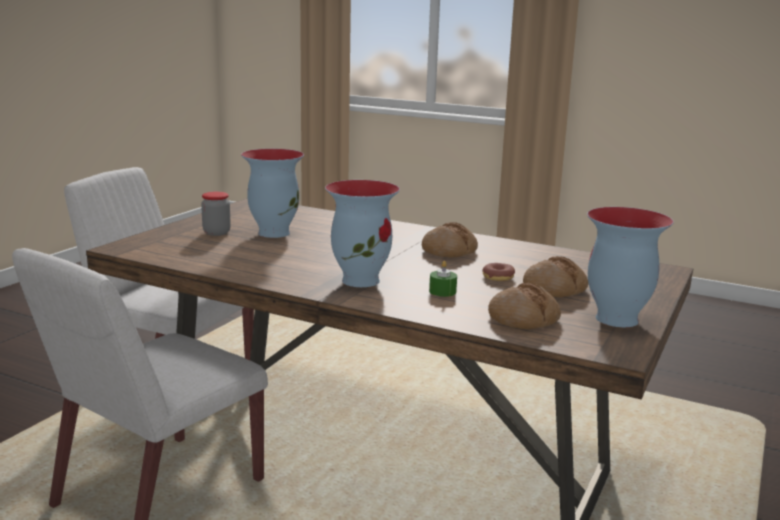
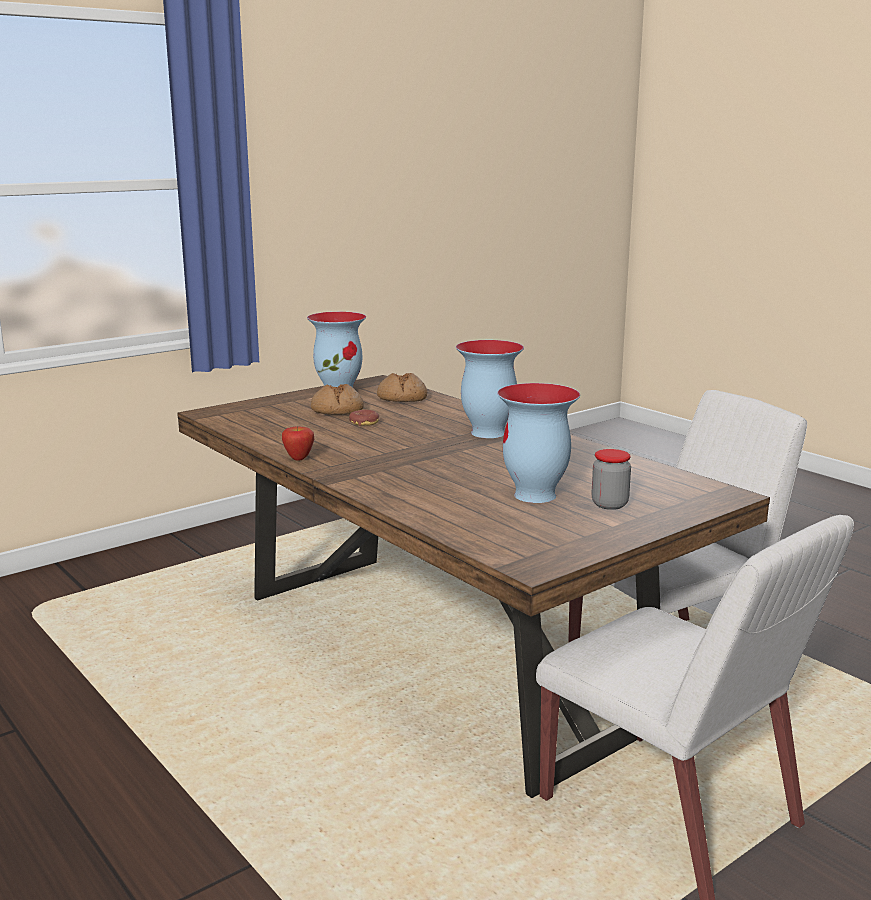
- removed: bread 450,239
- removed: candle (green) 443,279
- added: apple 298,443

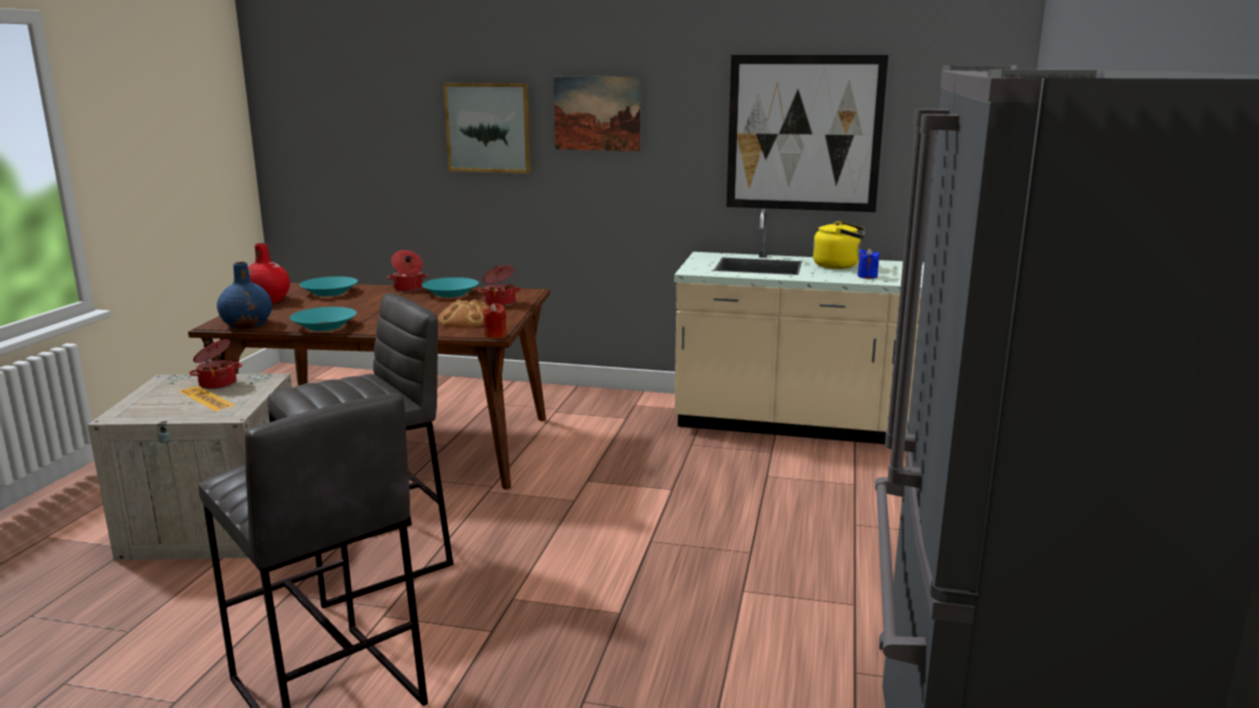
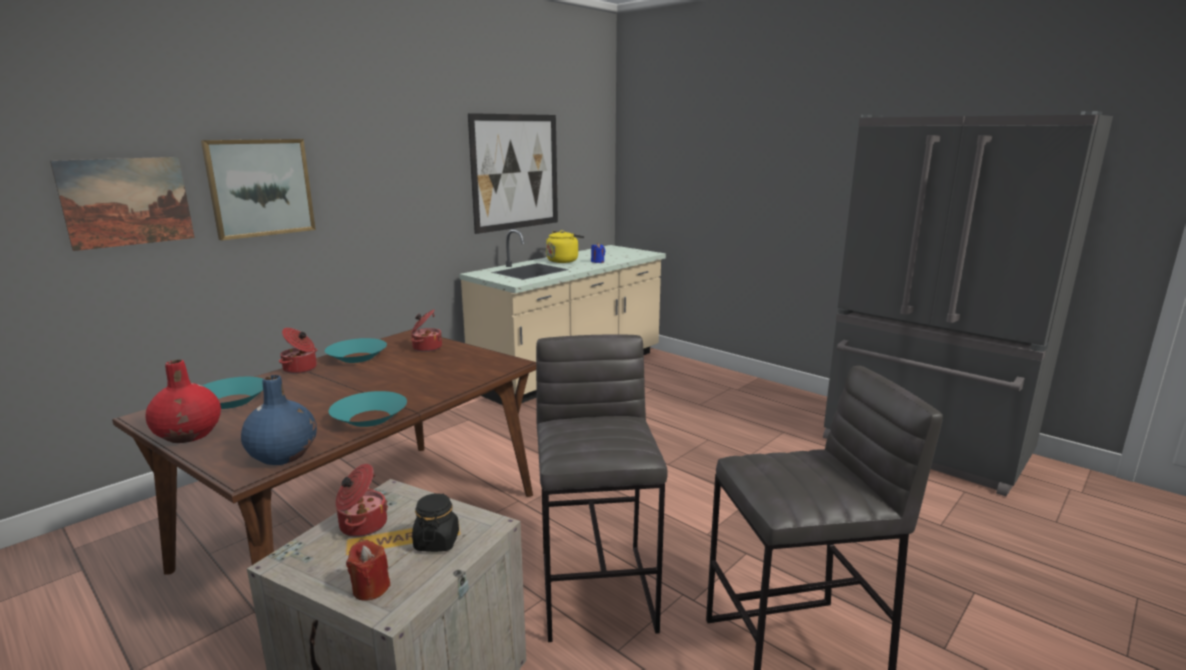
- removed: bread 463,313
- moved: candle (red) 495,320 to 368,570
- moved: picture 597,114 to 122,204
- added: jar (black) 435,522

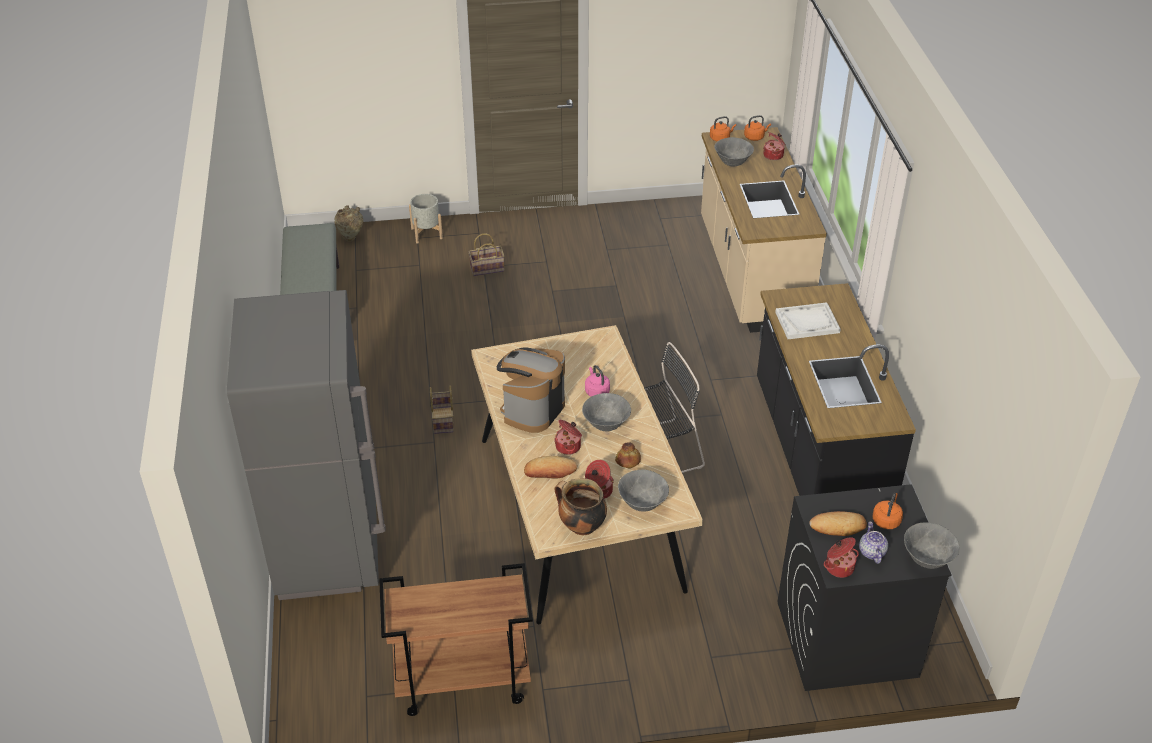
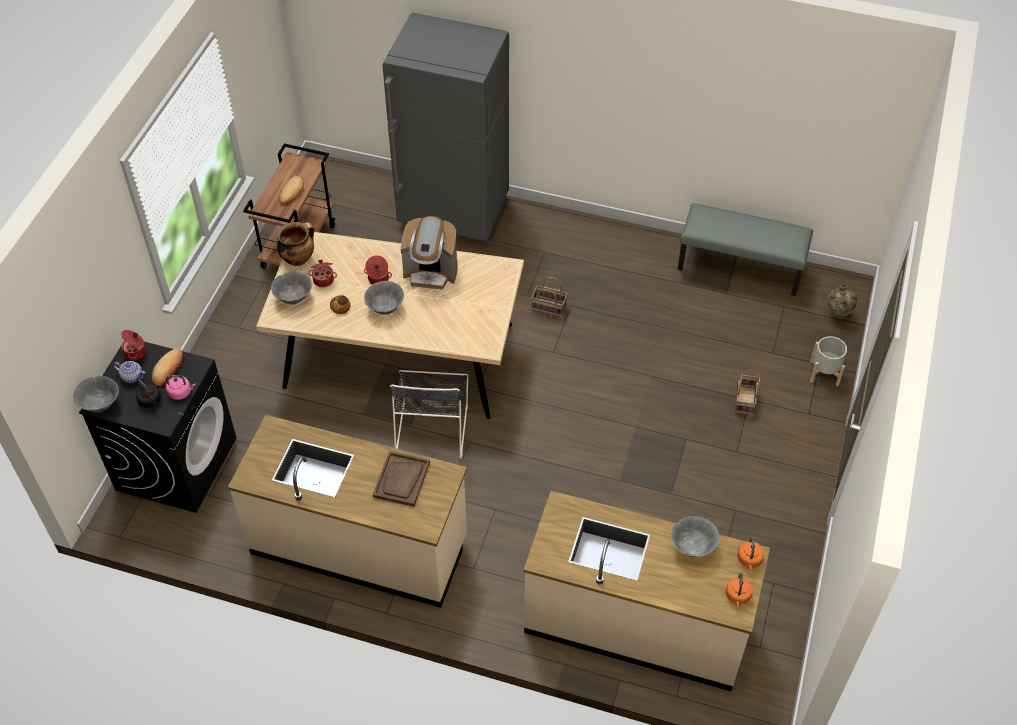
- turned: coffee machine 531,390 = 429,253 135 degrees clockwise
- moved: bread 551,467 to 291,189
- moved: kettle (pink) 597,381 to 181,387
- recoloured: counter (black) 836,389 to counter (beige) 347,511
- removed: cooking pot 774,146
- recoloured: tray (white) 808,320 to tray (brown) 401,479
- recoloured: kettle (orange) 888,511 to kettle (black) 148,394

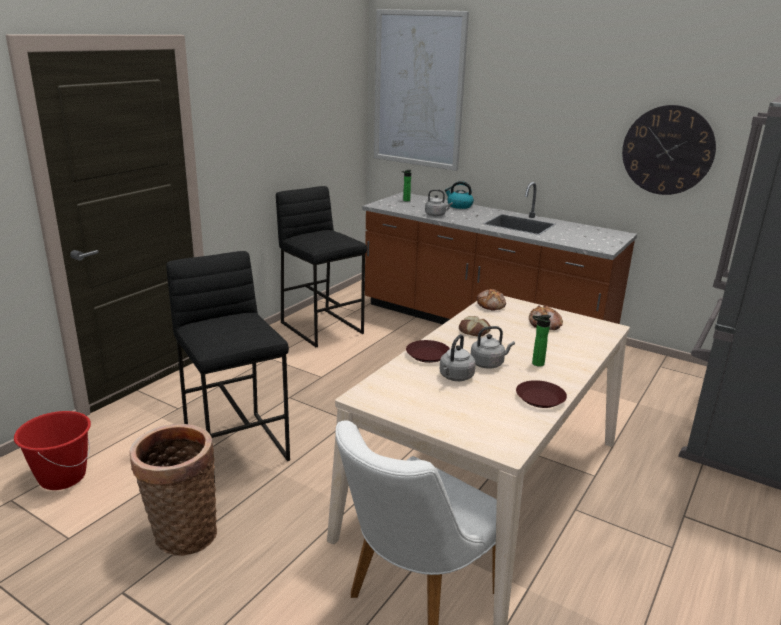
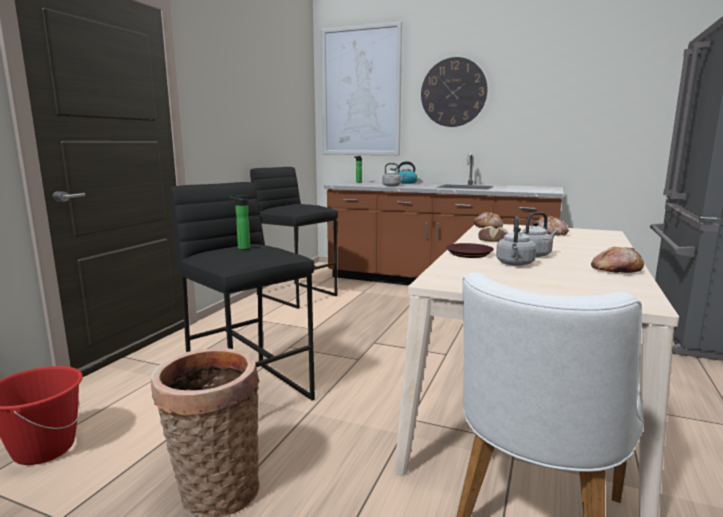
- replaced: plate (brown) 541,394 to bread 617,260
- moved: bottle 541,341 to 240,222
- moved: wall clock 669,150 to 454,92

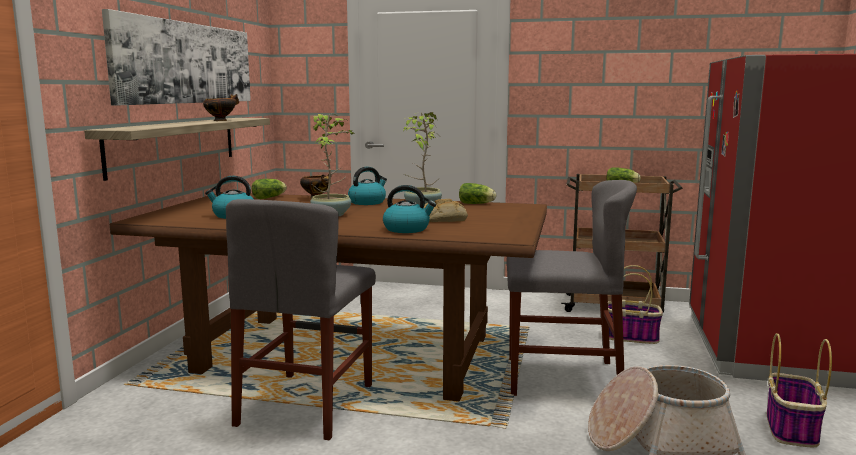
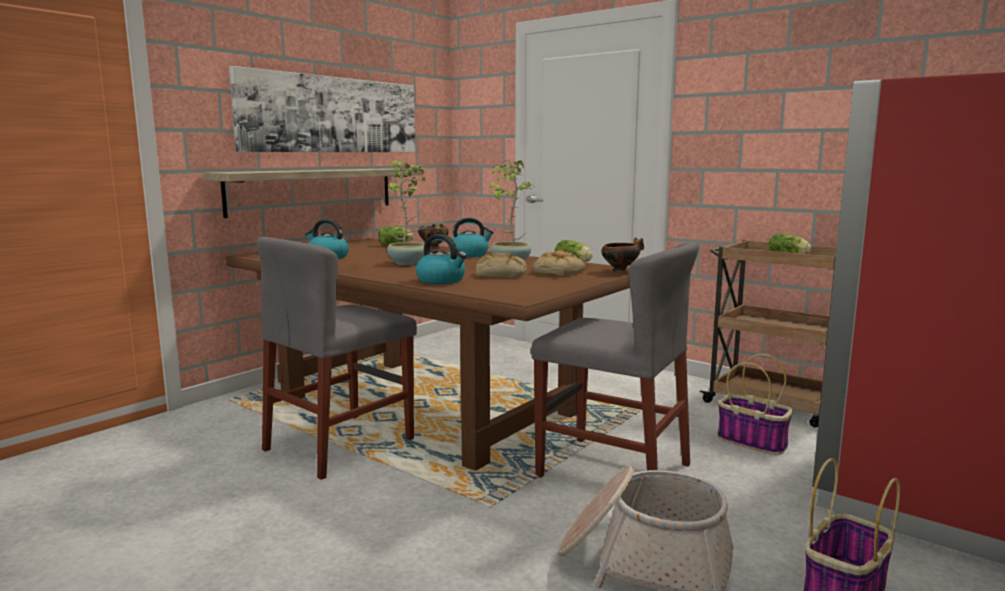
- moved: bowl 221,107 to 622,255
- added: bread 559,263

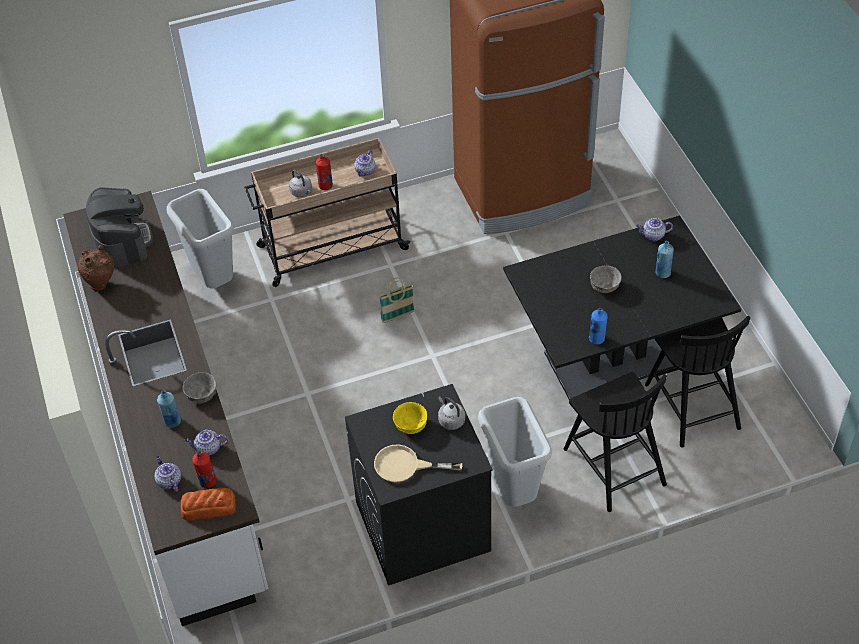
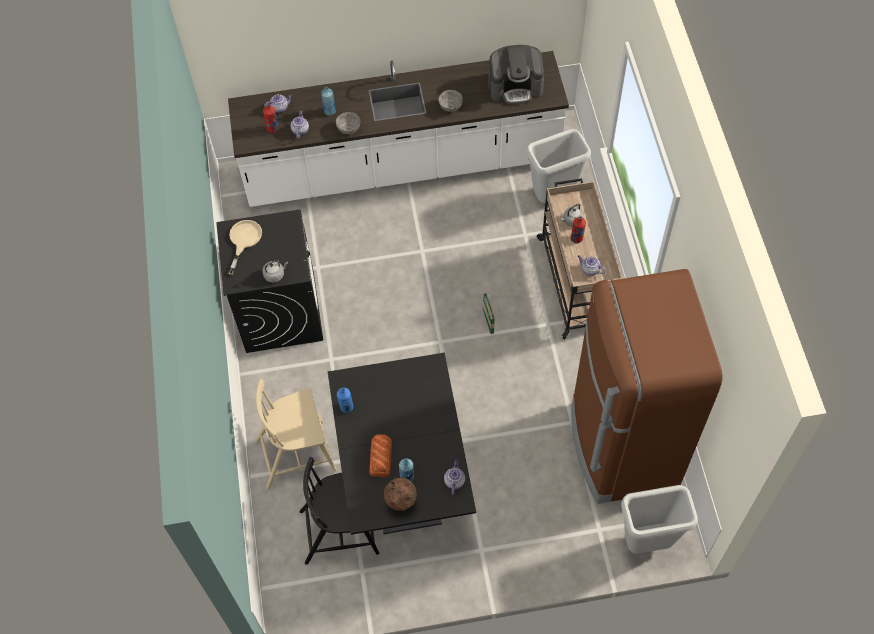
- moved: vase (brown) 95,268 to 400,494
- moved: bread 208,504 to 380,456
- removed: bowl (yellow) 410,418
- moved: trash can (grey) 515,452 to 659,519
- recoloured: chair (black) 615,442 to chair (beige) 296,434
- moved: bowl (grey) 606,279 to 450,101

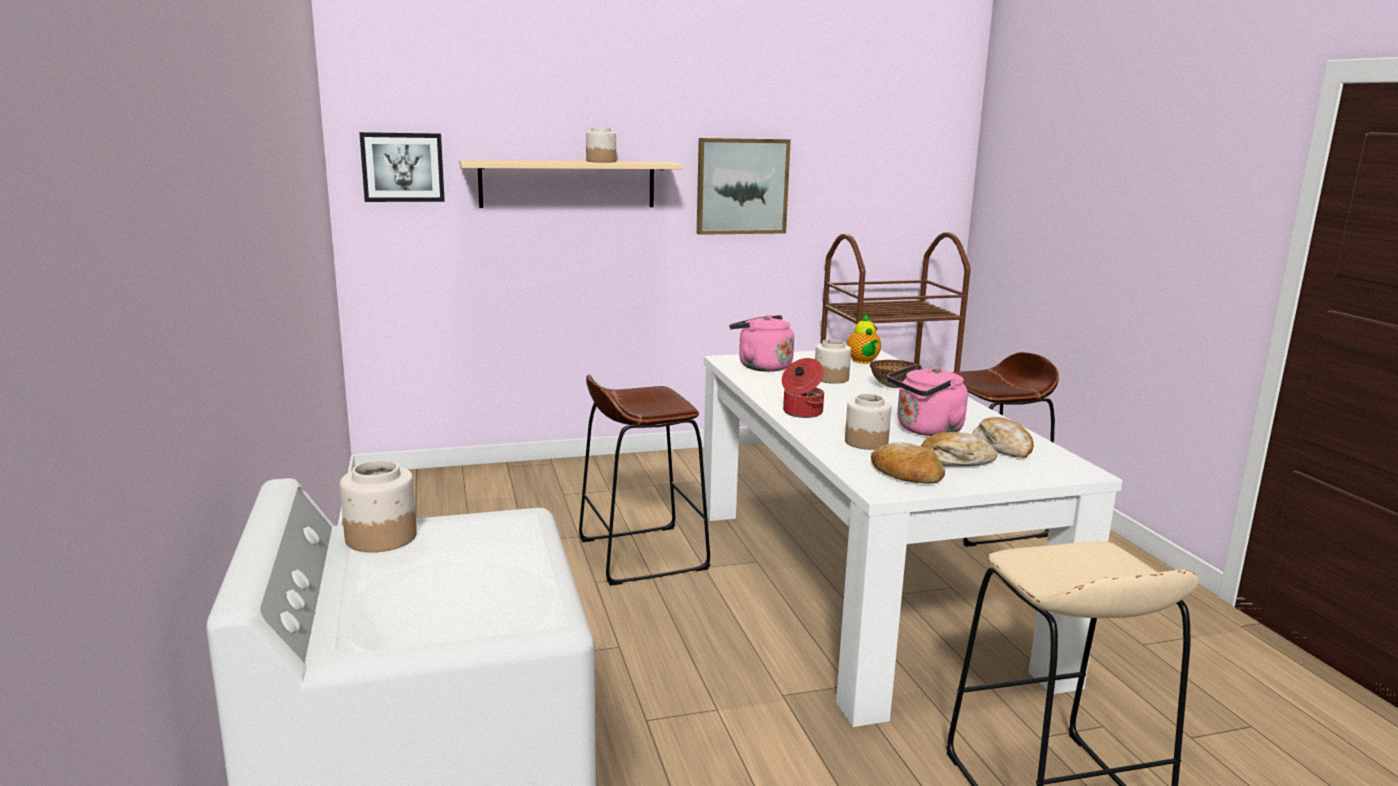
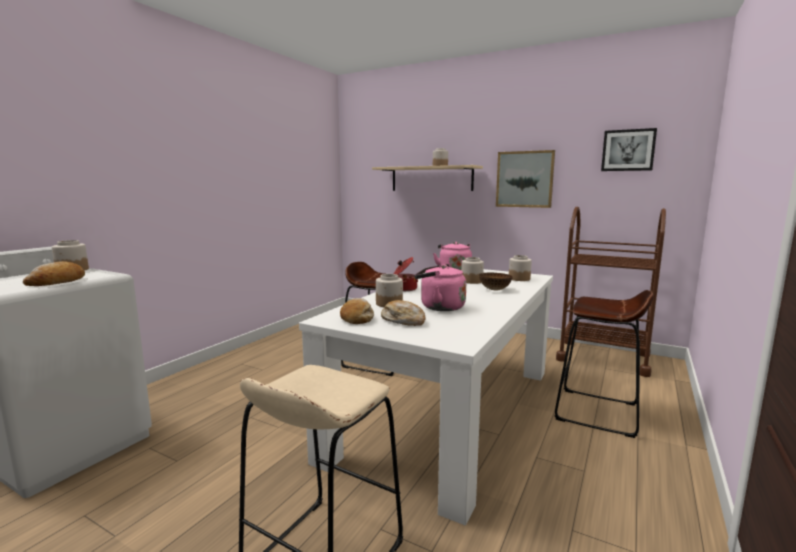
- moved: picture 402,167 to 629,149
- replaced: teapot 864,339 to jar 520,268
- moved: bread 1003,437 to 54,273

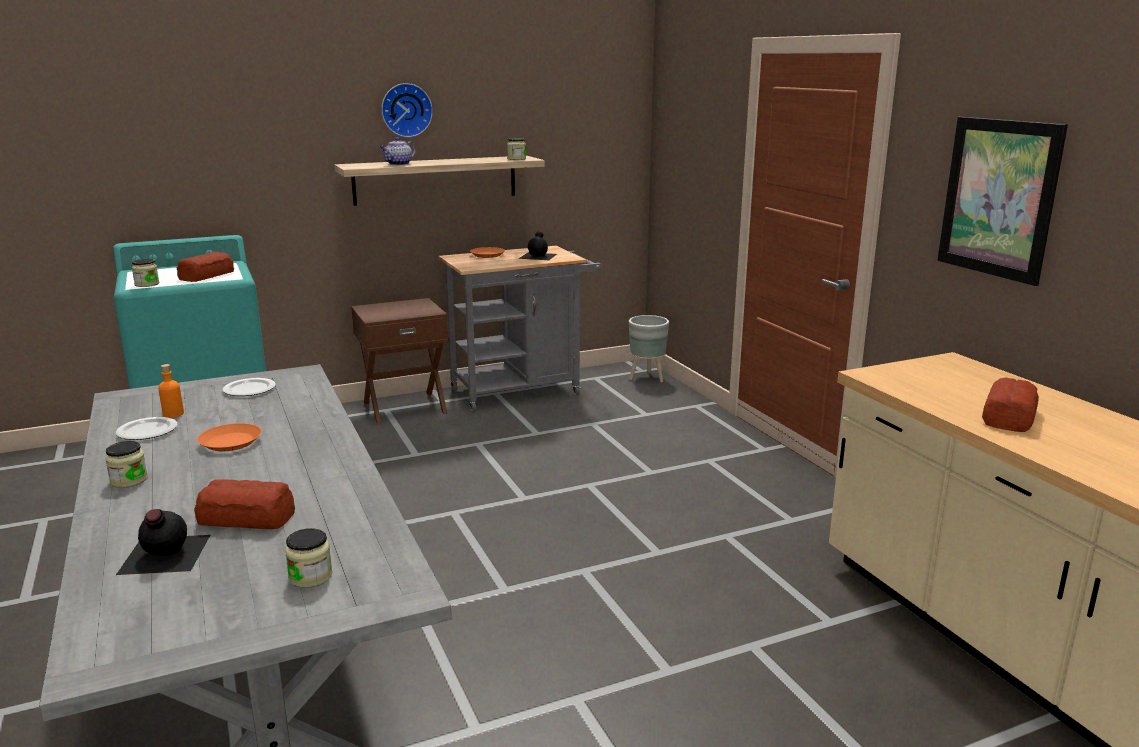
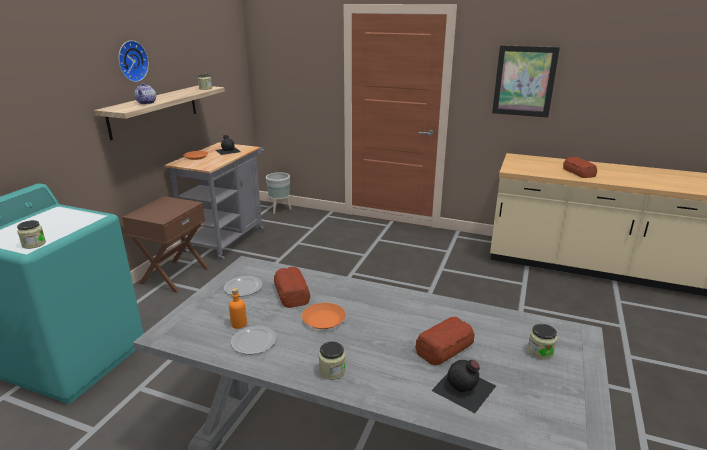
- moved: bread 205,267 to 292,287

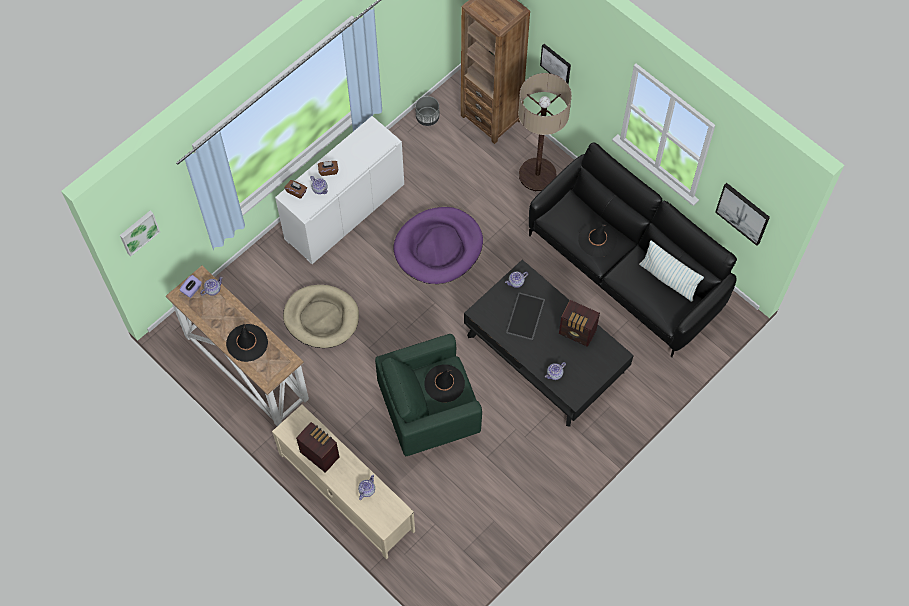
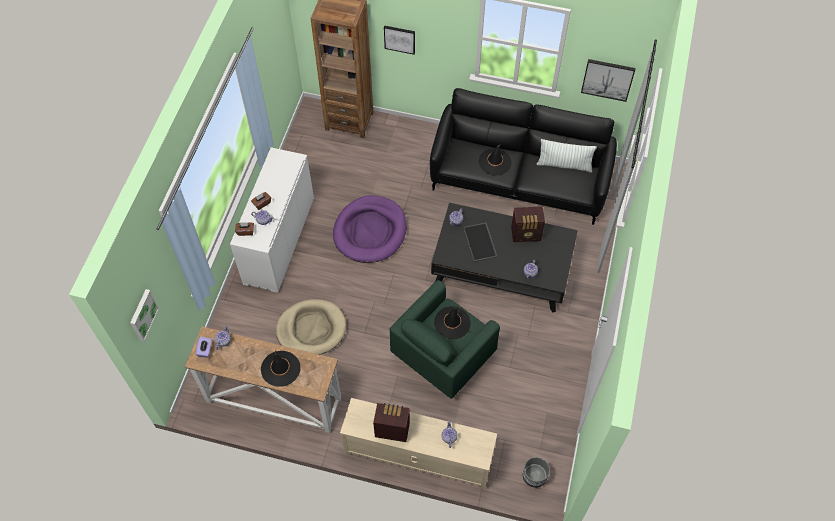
- moved: planter (grey) 427,111 to 536,472
- removed: floor lamp 545,132

